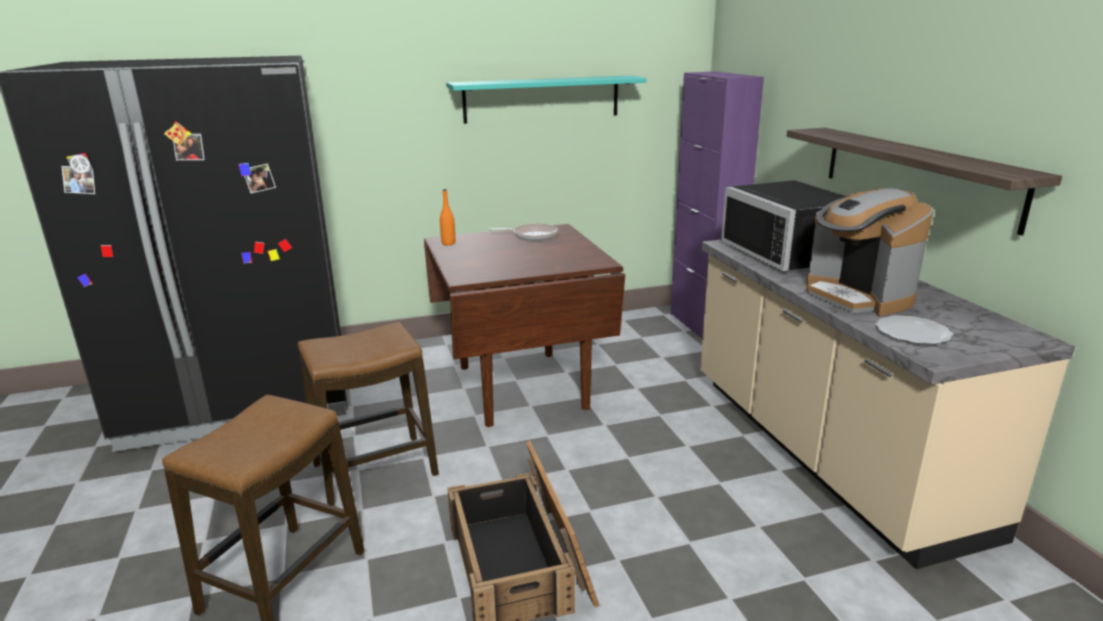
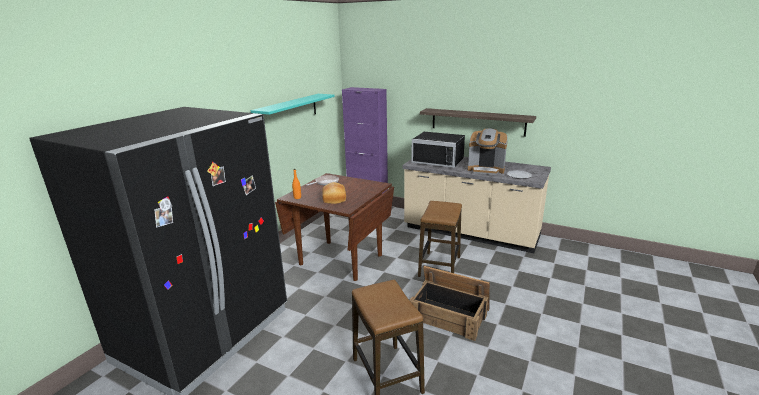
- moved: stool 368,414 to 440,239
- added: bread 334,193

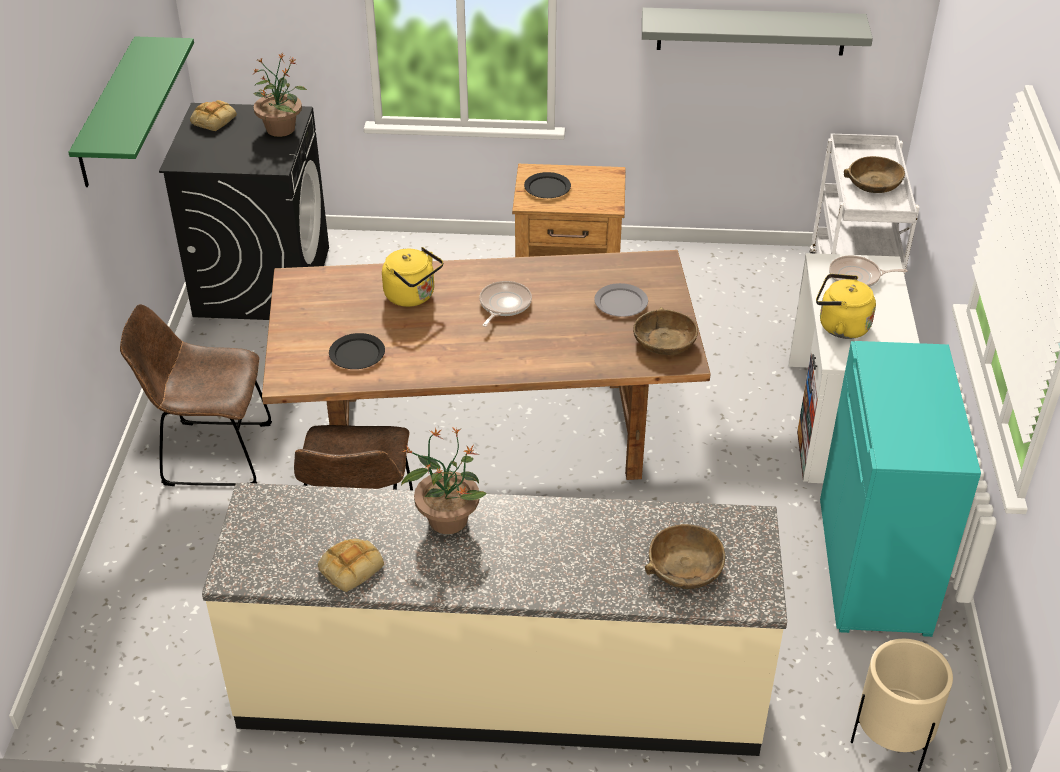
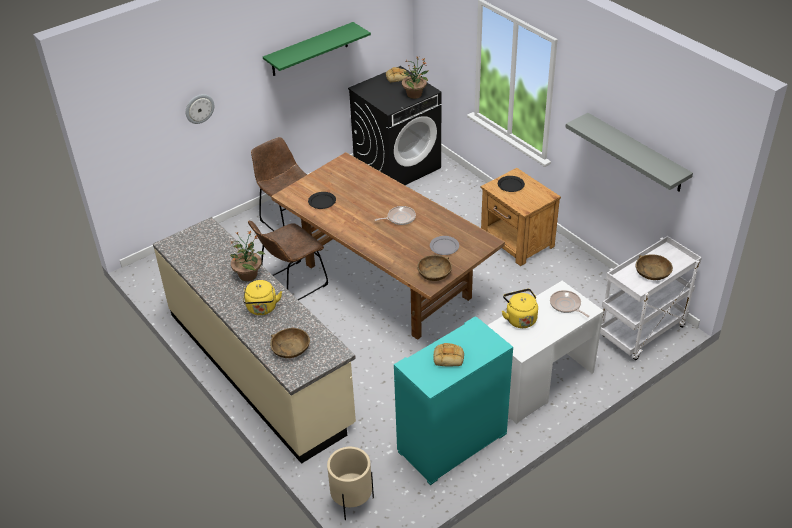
- moved: bread 351,565 to 448,355
- moved: kettle (yellow) 412,277 to 262,297
- added: wall clock 200,109

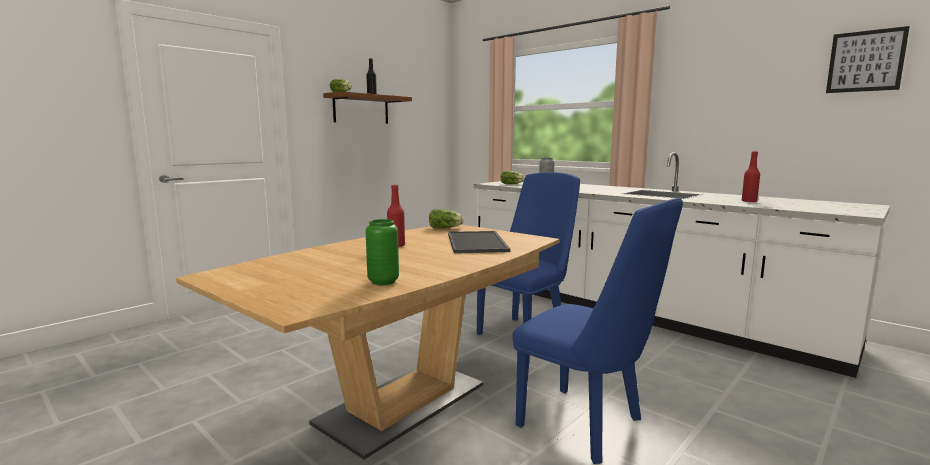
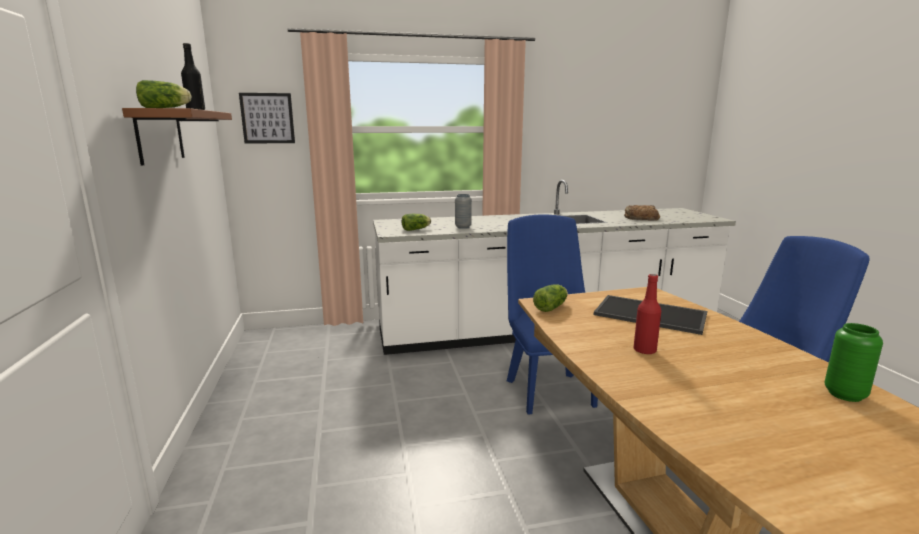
- replaced: bottle (red) 751,176 to bread 642,213
- moved: picture 868,59 to 267,118

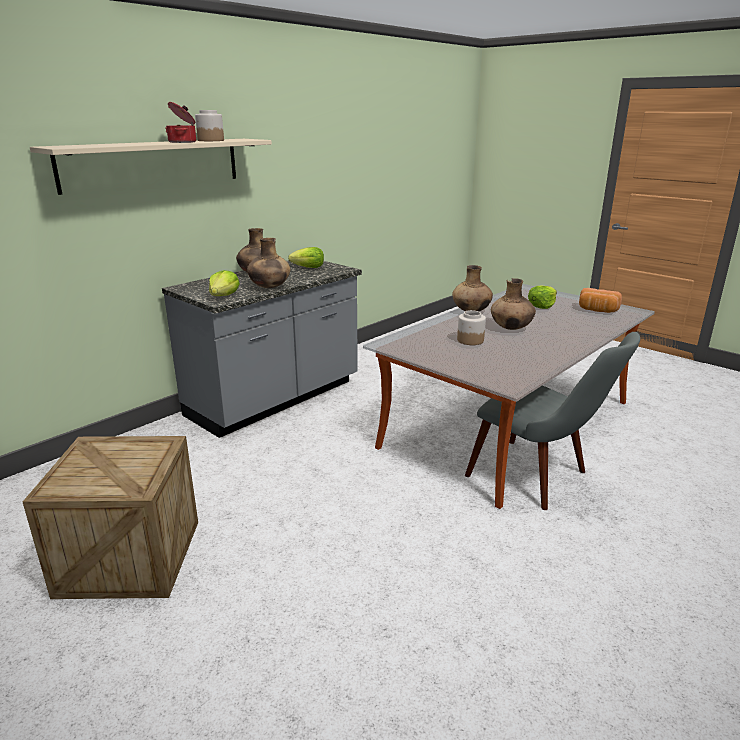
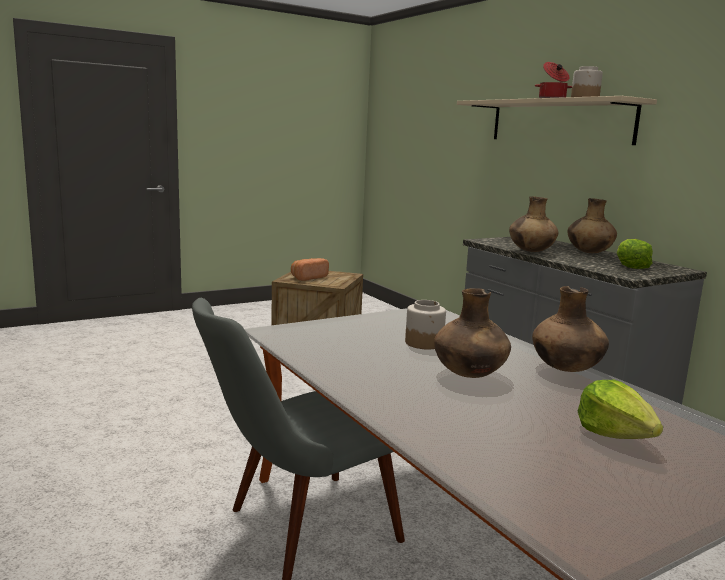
- removed: lettuce 224,283
- moved: bread 600,300 to 310,269

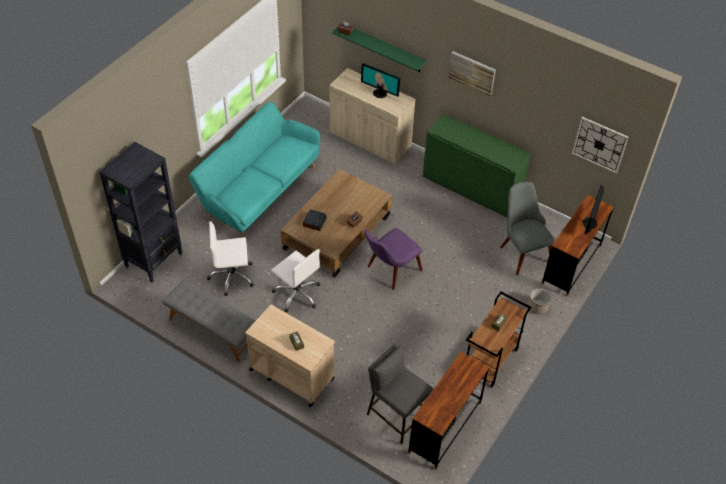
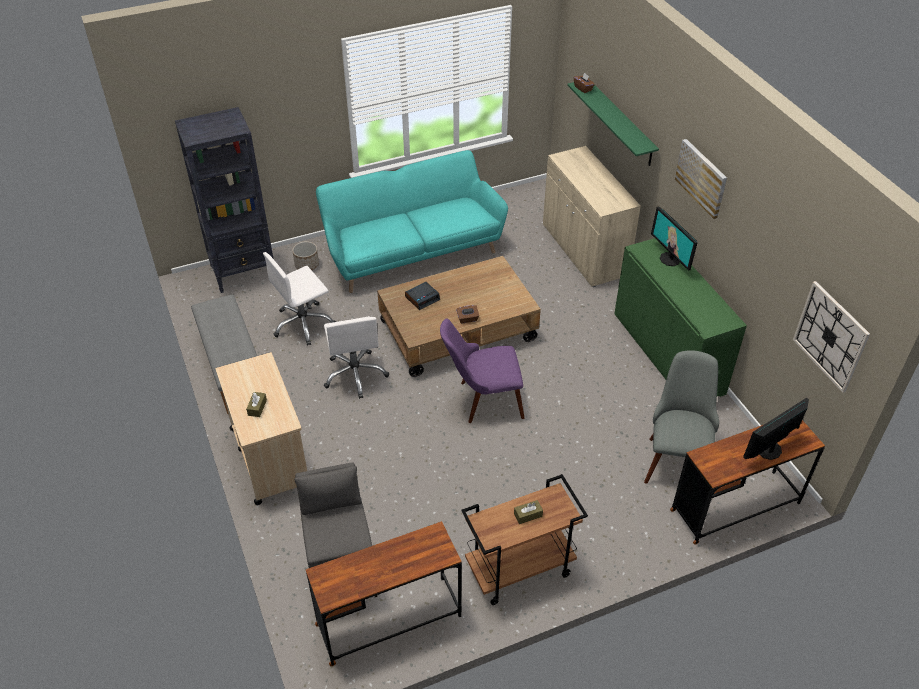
- turned: office chair (white) 230,258 = 299,299 60 degrees counterclockwise
- moved: monitor 380,80 to 674,238
- moved: planter 539,301 to 305,255

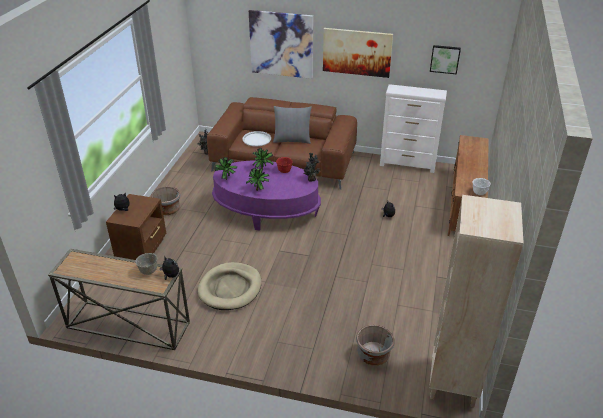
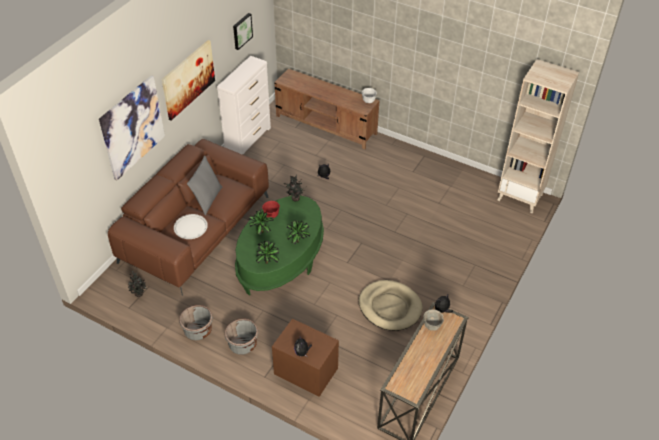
- recoloured: coffee table (purple) 266,196 to coffee table (green) 279,245
- moved: planter (grey) 375,345 to 196,322

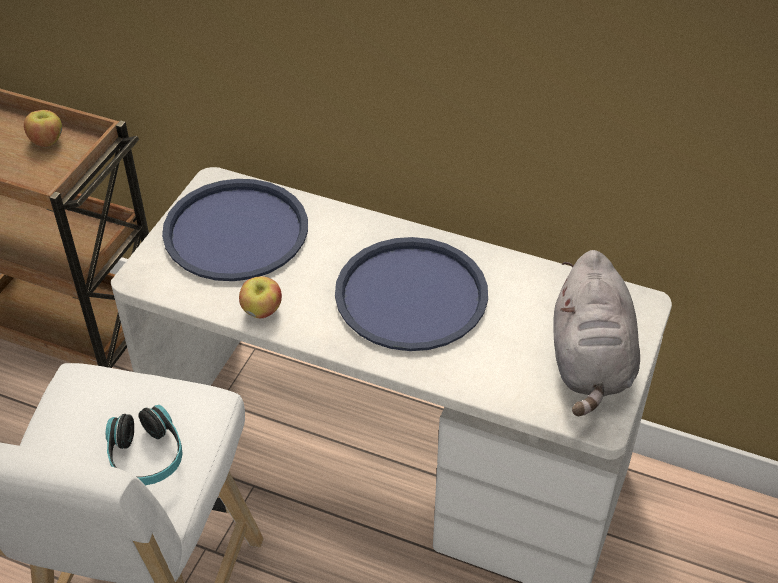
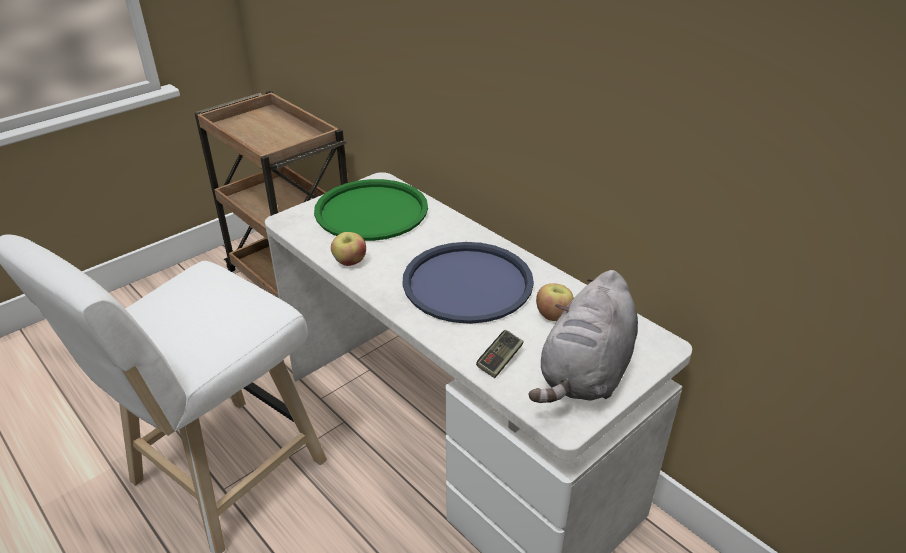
- moved: apple 43,128 to 555,302
- removed: headphones 144,445
- recoloured: tray (blue) 235,230 to tray (green) 371,210
- added: game controller 500,354

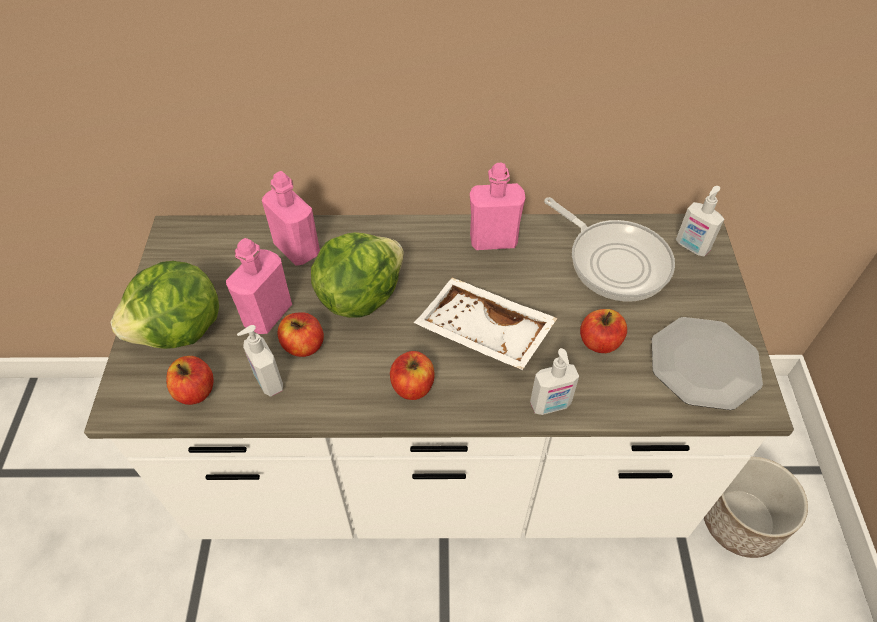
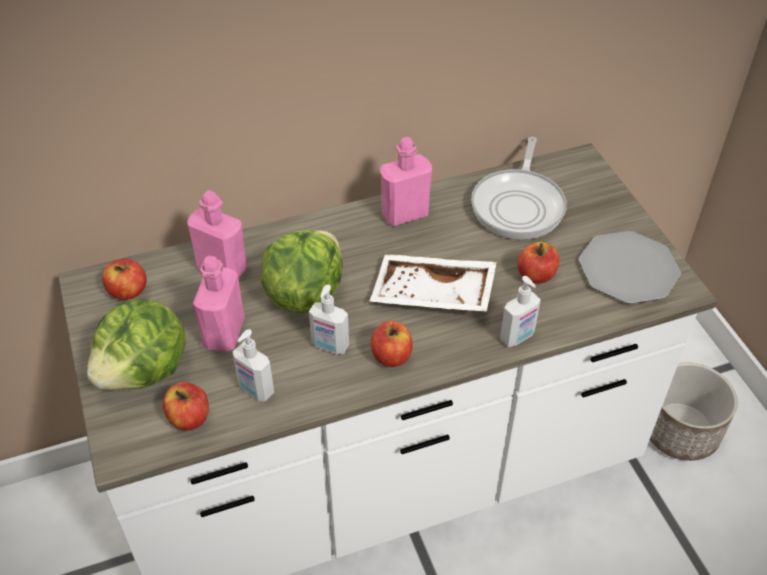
- moved: apple 301,334 to 124,279
- turned: frying pan 609,249 = 519,188 75 degrees clockwise
- moved: soap dispenser 700,221 to 329,319

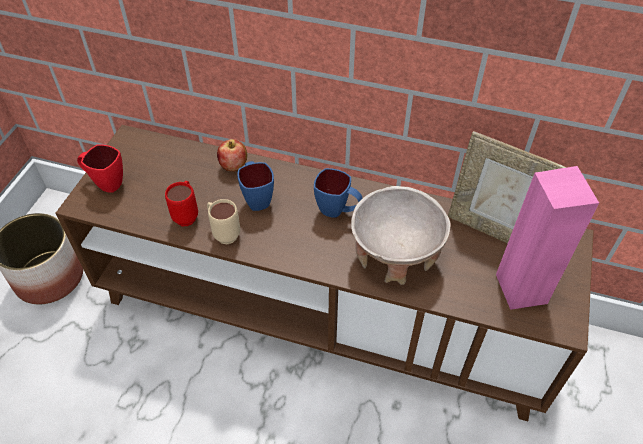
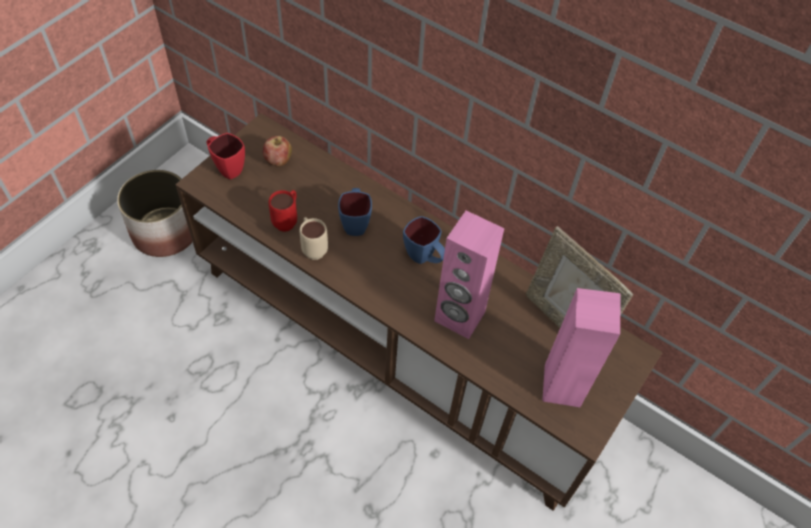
- moved: apple 232,155 to 277,151
- replaced: bowl (beige) 400,235 to speaker (pink) 469,274

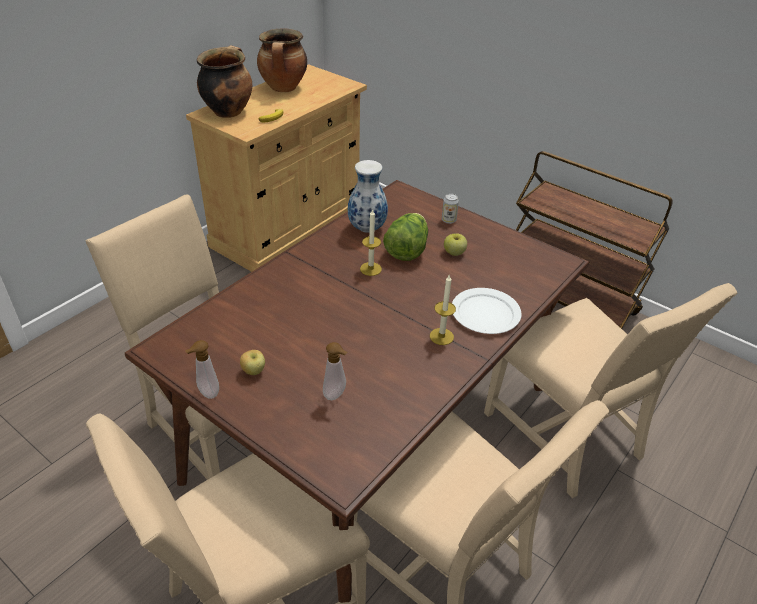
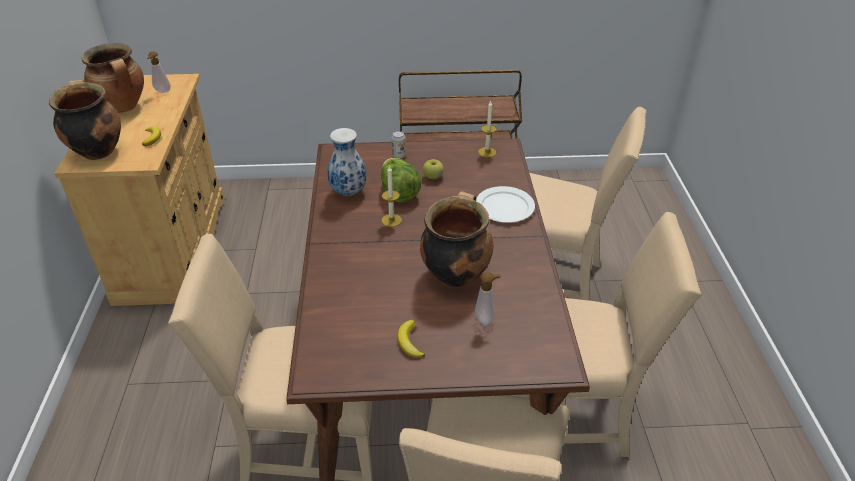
- moved: soap dispenser 202,369 to 159,72
- replaced: apple 252,362 to banana 411,339
- moved: candle 443,309 to 487,129
- added: cooking pot 457,239

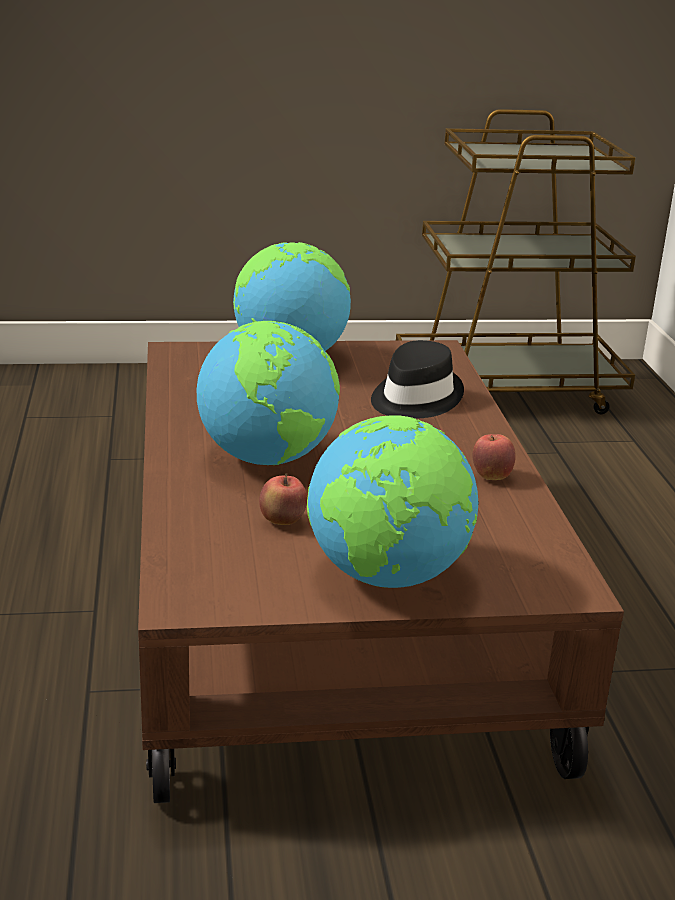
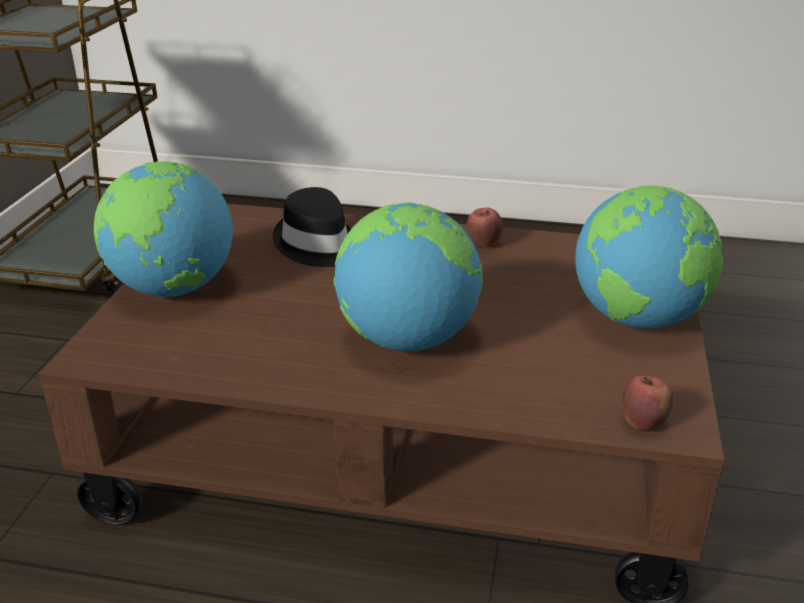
- moved: apple 283,499 to 647,403

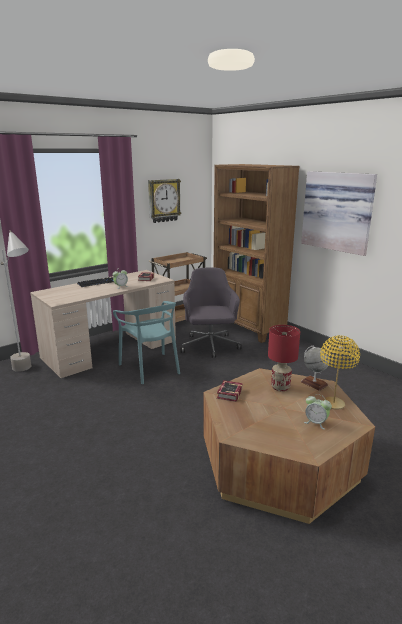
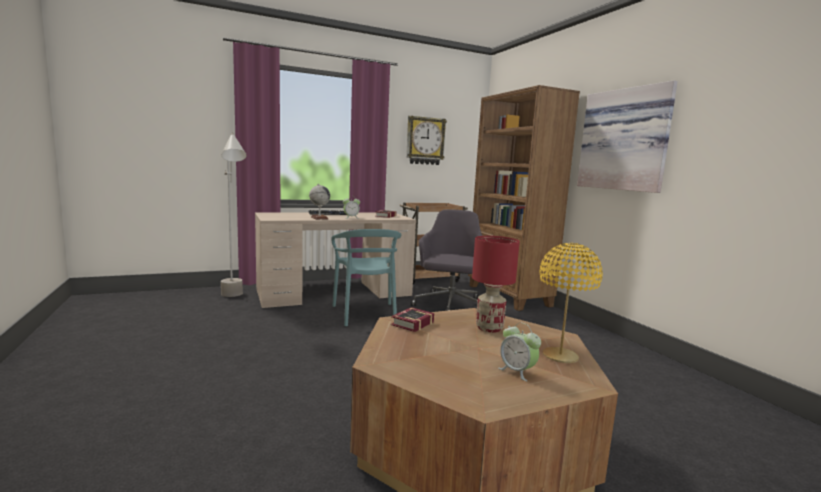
- moved: globe 315,368 to 319,202

